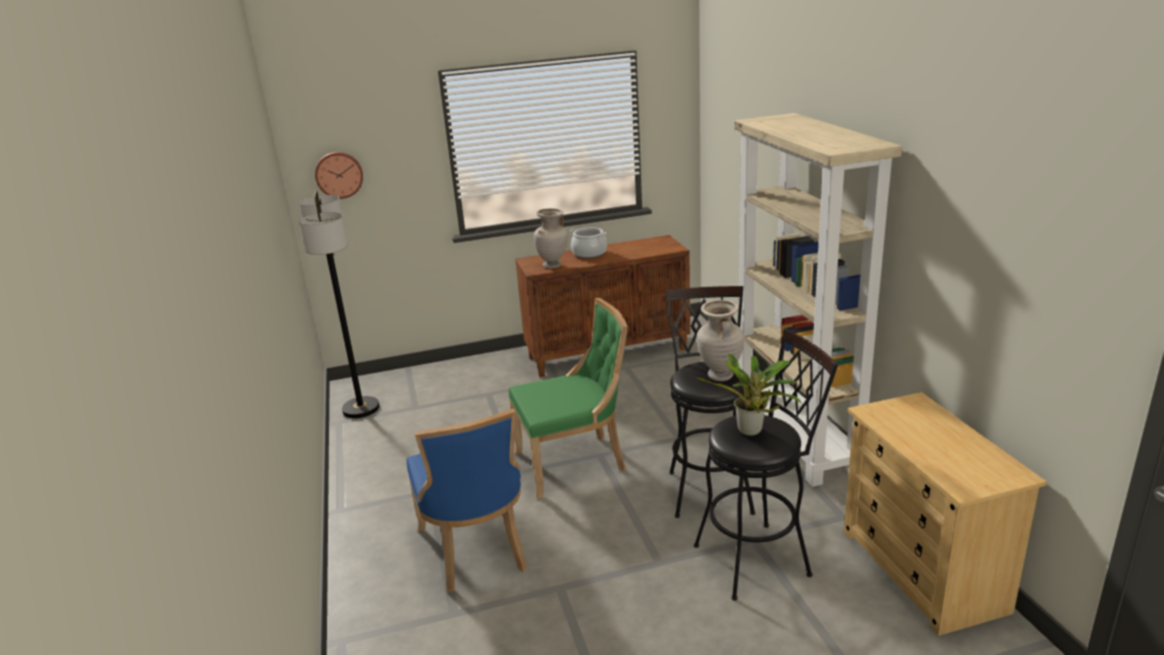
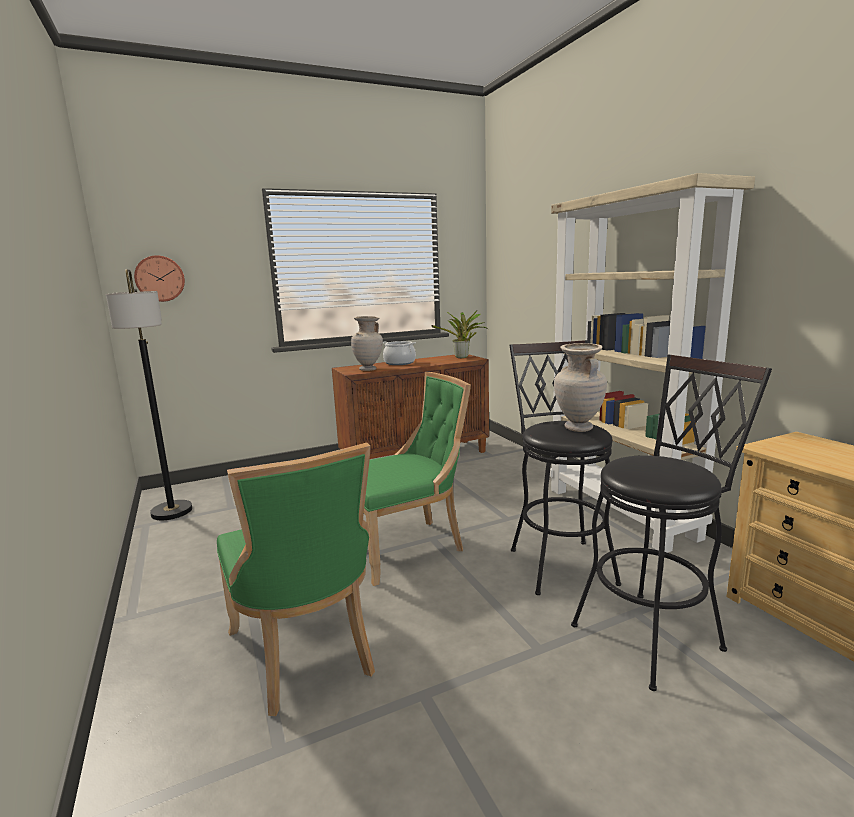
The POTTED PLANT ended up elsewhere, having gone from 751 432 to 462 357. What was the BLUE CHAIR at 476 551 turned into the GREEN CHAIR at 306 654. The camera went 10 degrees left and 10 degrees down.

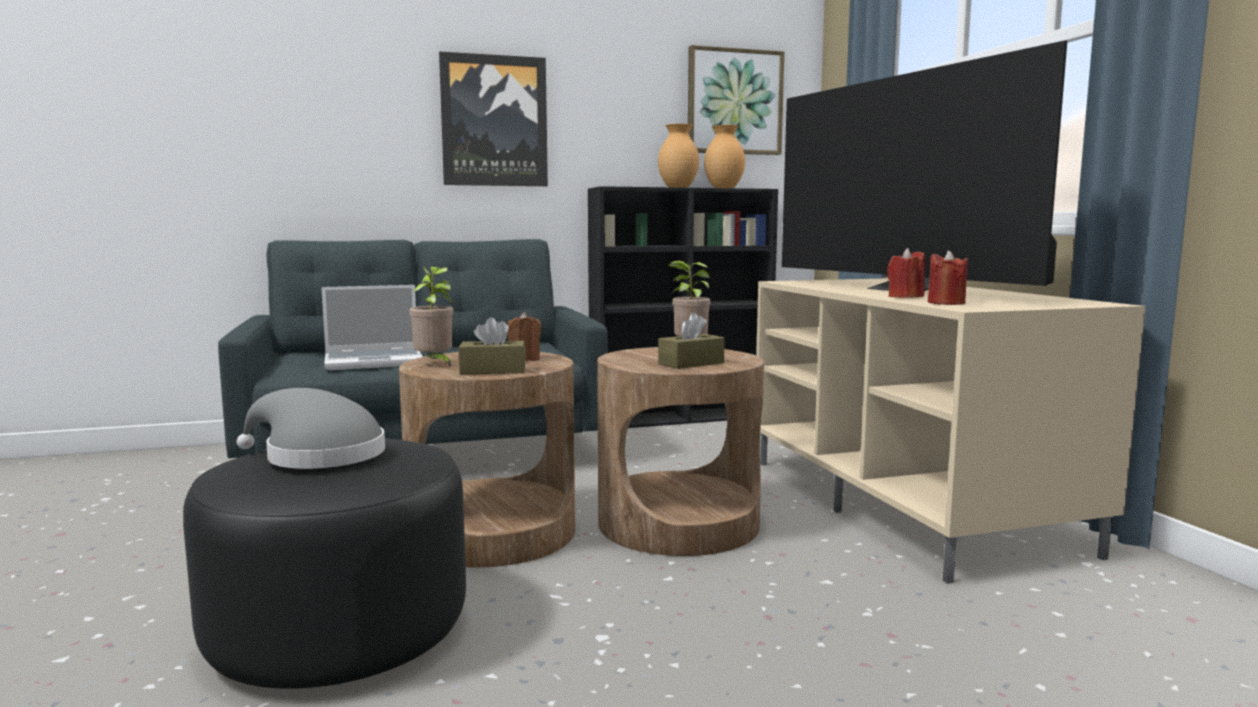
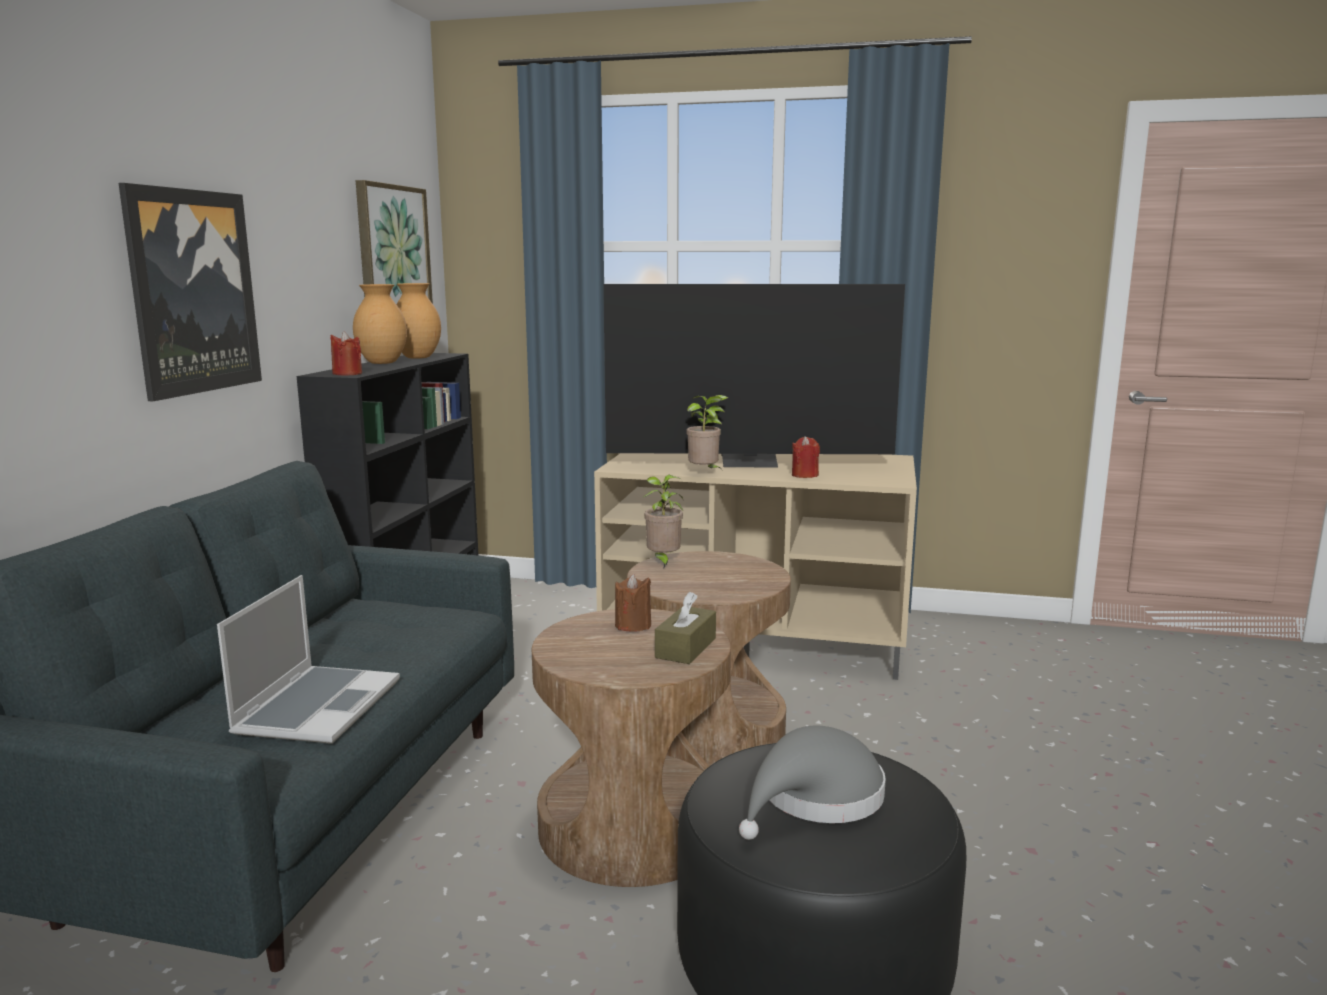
The RED CANDLE ended up elsewhere, having gone from 946 303 to 347 373. The POTTED PLANT ended up elsewhere, having gone from 435 364 to 705 473. The second view lost the BROWN TISSUE BOX at 691 363. The camera went 60 degrees left and 5 degrees up.

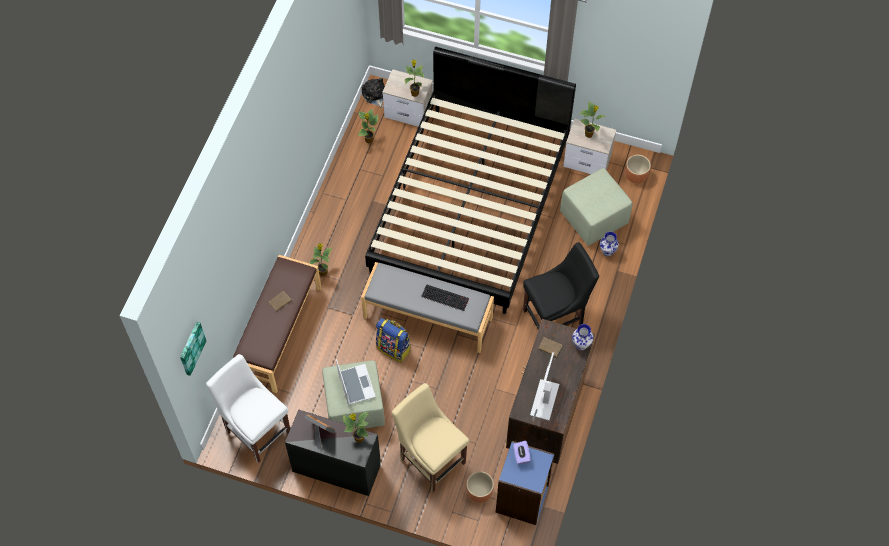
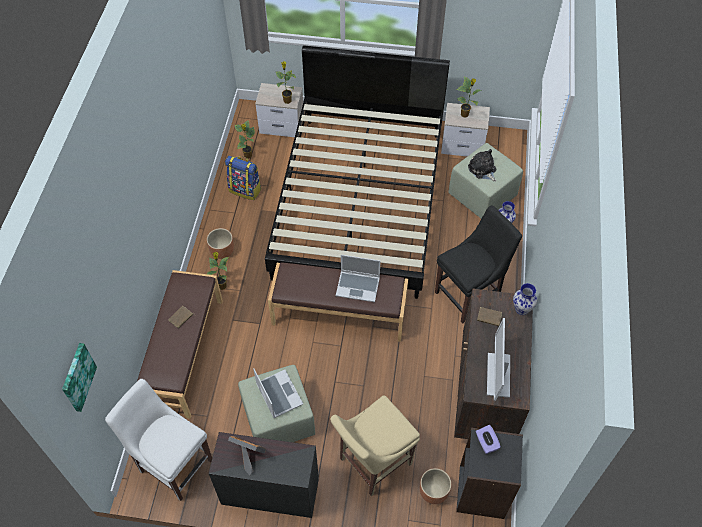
The PLUSH TOY ended up elsewhere, having gone from 374 95 to 482 170. The BROWN PLANTER ended up elsewhere, having gone from 635 176 to 222 251. What was the GREY BENCH at 428 317 turned into the BROWN BENCH at 339 314. Where the KEYBOARD stood at 445 297, the LAPTOP came to stand at 358 286. The BACKPACK ended up elsewhere, having gone from 394 348 to 245 190. The BEIGE CHAIR at 431 458 ended up facing another way, 75 degrees counterclockwise from before. The second view lost the POTTED PLANT at 358 438. What was the BLUE BOOKCASE at 522 499 turned into the BLACK BOOKCASE at 482 492. The camera went 10 degrees left and 5 degrees down.

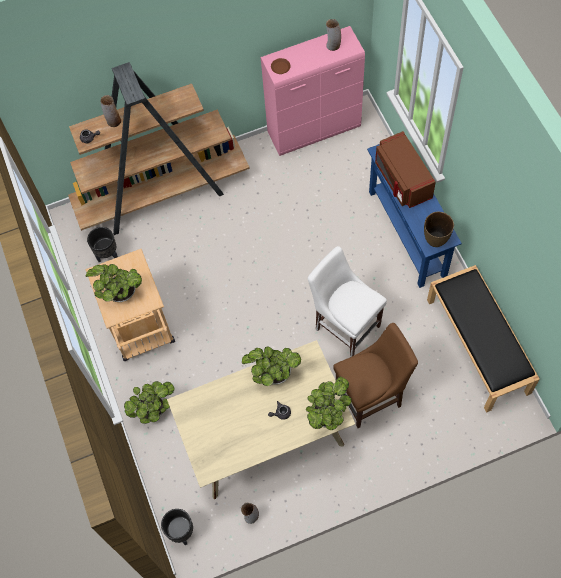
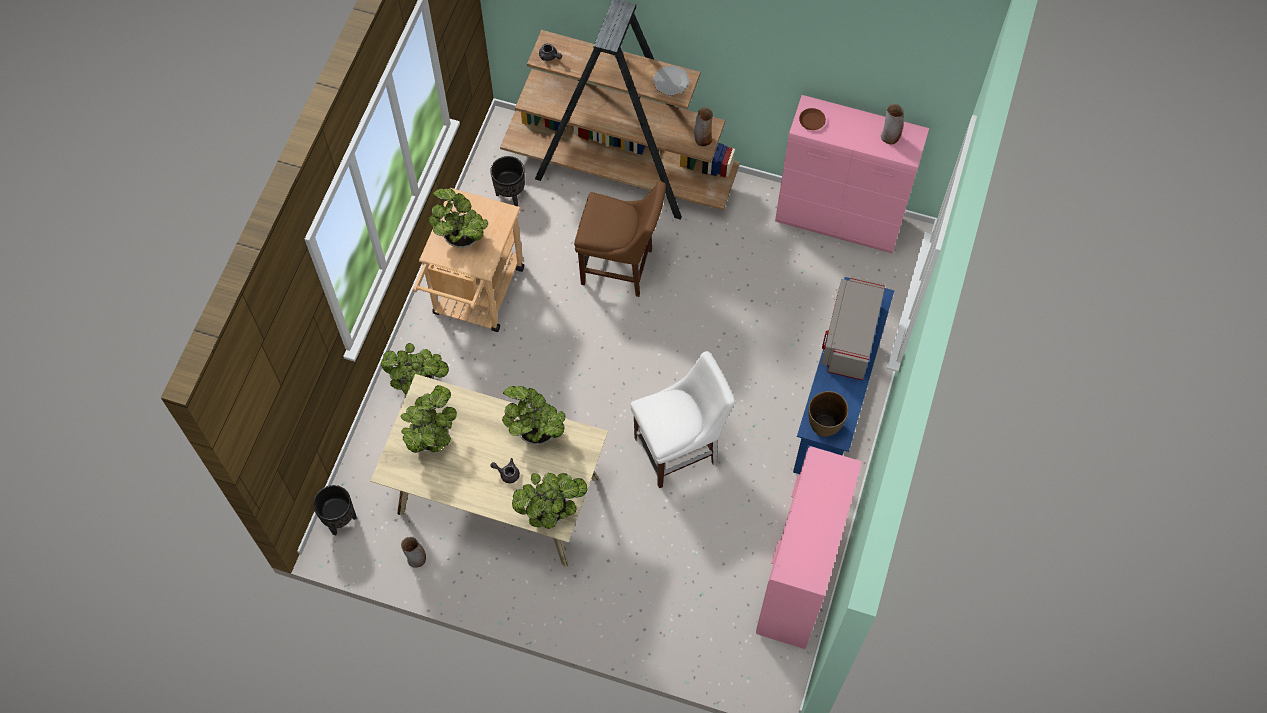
The VASE ended up elsewhere, having gone from 114 122 to 702 139. What was the BROWN MICROWAVE at 402 180 turned into the GREY MICROWAVE at 849 337. The WHITE CHAIR at 345 325 ended up facing another way, 75 degrees clockwise from before. Where the BLACK BENCH stood at 478 346, the PINK CABINET came to stand at 797 581. The BROWN CHAIR ended up elsewhere, having gone from 371 396 to 620 268. The second view gained the PLATE at 671 81. The second view gained the POTTED PLANT at 432 436. The camera went 35 degrees right and 0 degrees up.

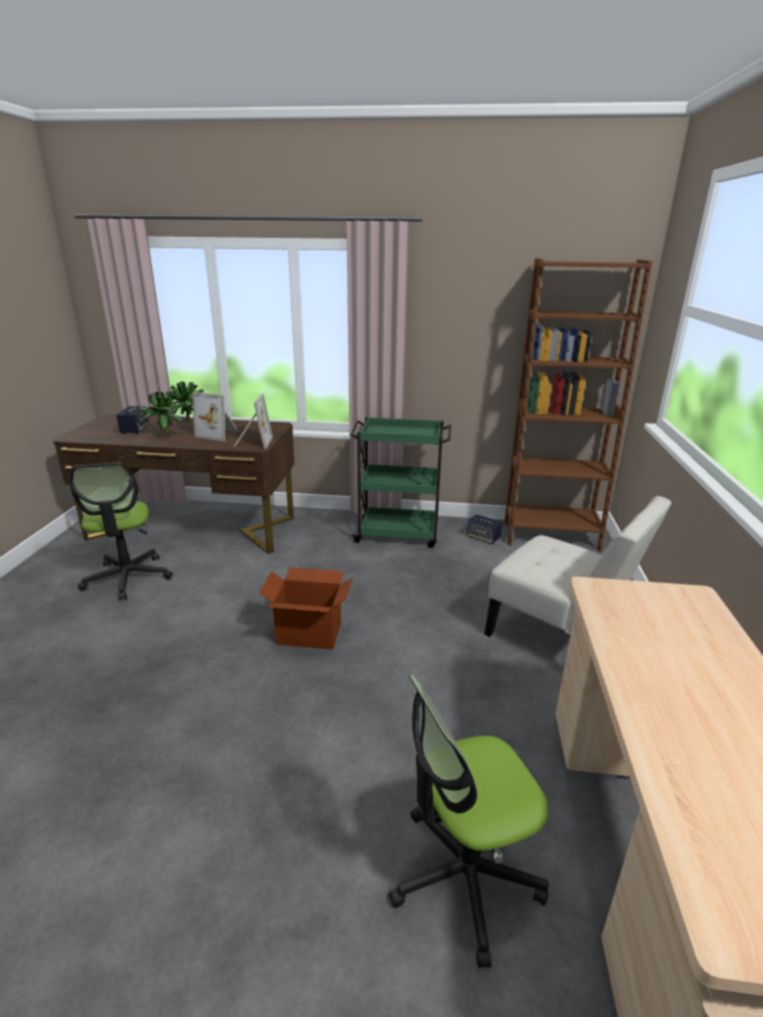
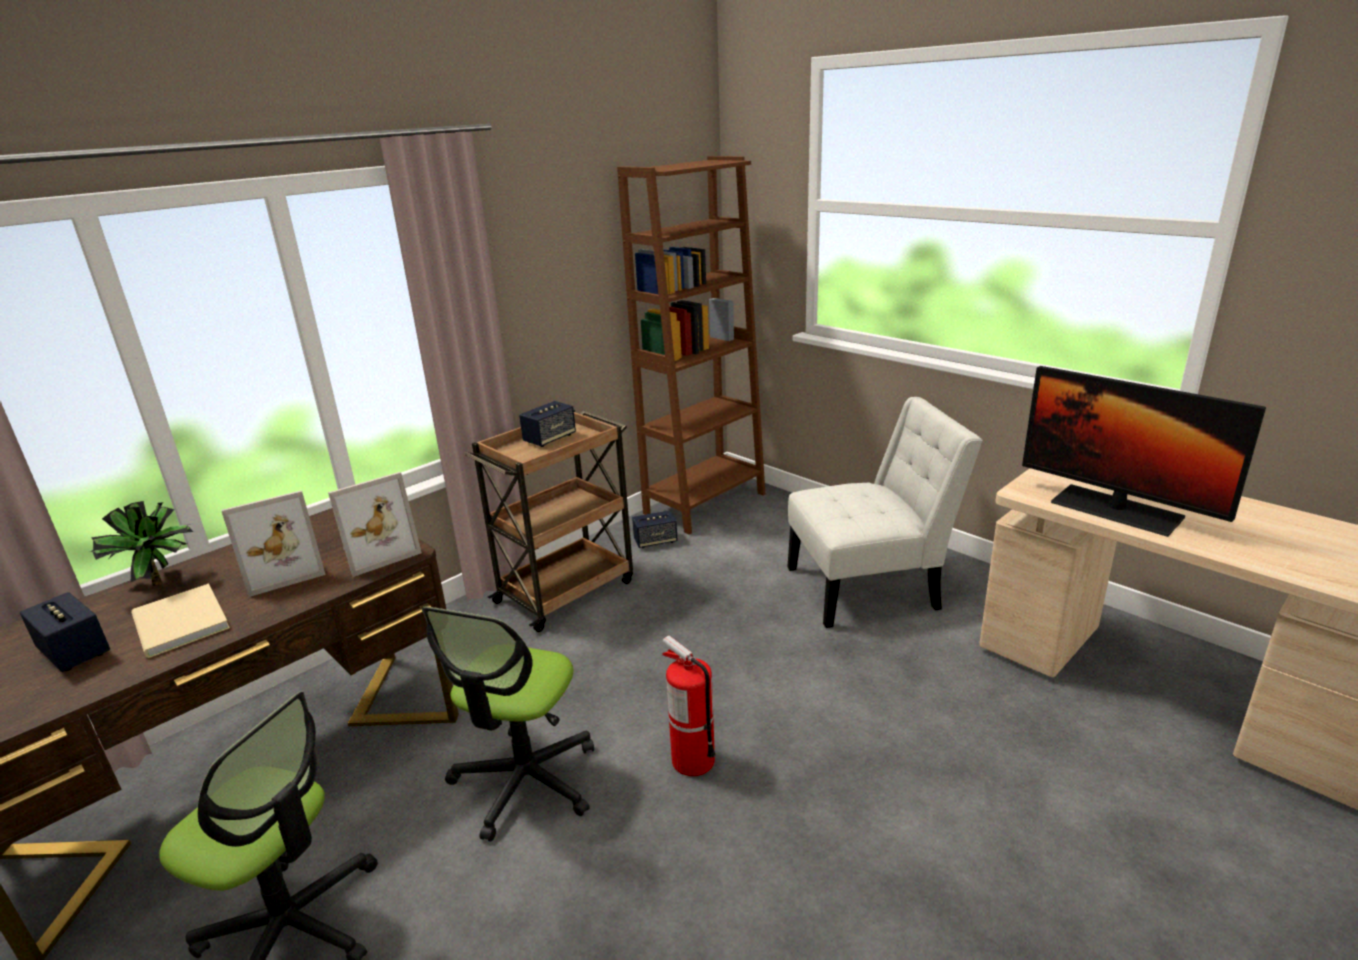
Where the POTTED PLANT stood at 164 435, the BEIGE BOOK came to stand at 178 625. The PICTURE FRAME at 252 442 ended up facing another way, 105 degrees clockwise from before. What was the GREEN CART at 399 534 turned into the BROWN CART at 567 590. Where the CARDBOARD BOX stood at 309 633, the FIRE EXTINGUISHER came to stand at 692 760. The OFFICE CHAIR ended up elsewhere, having gone from 464 876 to 525 781. The second view gained the MONITOR at 1116 510. The second view gained the SPEAKER at 550 439. The camera went 50 degrees left and 0 degrees up.

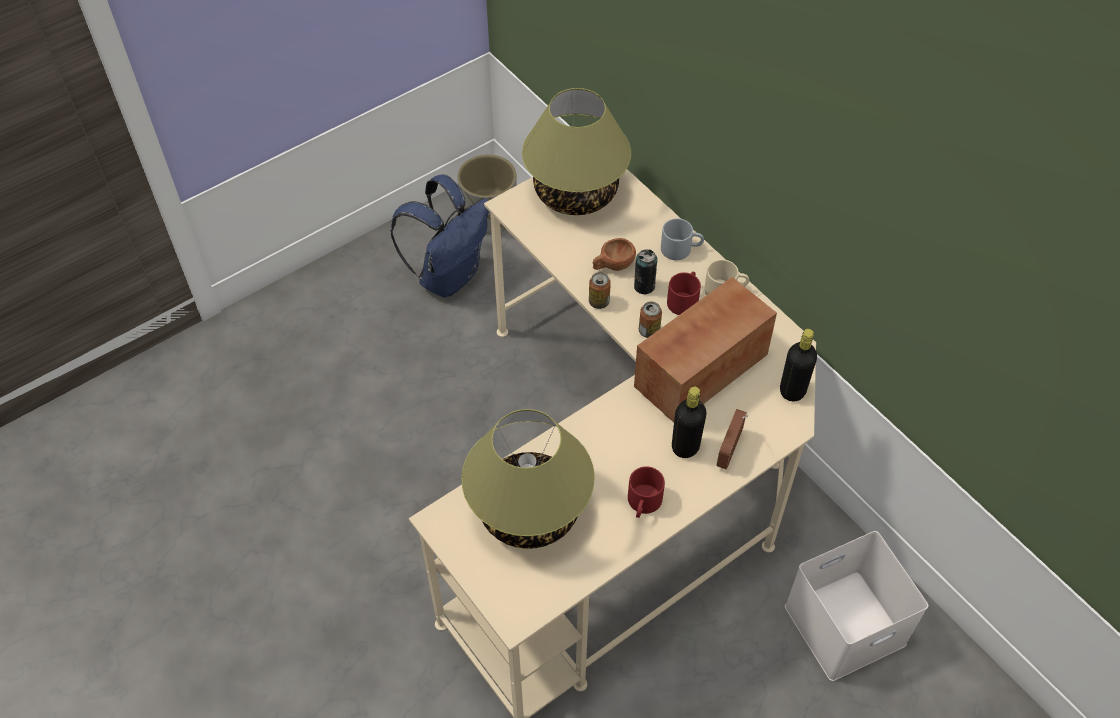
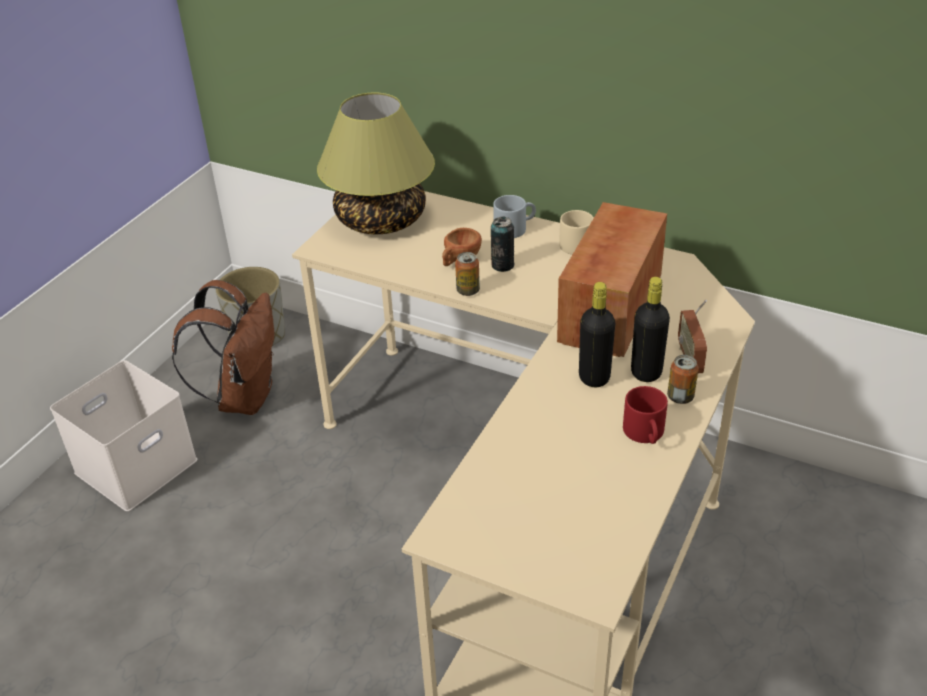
What was the BLUE BACKPACK at 449 275 turned into the BROWN BACKPACK at 244 396. The second view lost the RED MUG at 684 299. The CAN ended up elsewhere, having gone from 649 331 to 680 397. The BLACK BOTTLE ended up elsewhere, having gone from 792 391 to 594 377. The second view lost the TABLE LAMP at 529 510. The WHITE STORAGE BOX ended up elsewhere, having gone from 845 622 to 136 464. The camera went 25 degrees left and 15 degrees down.

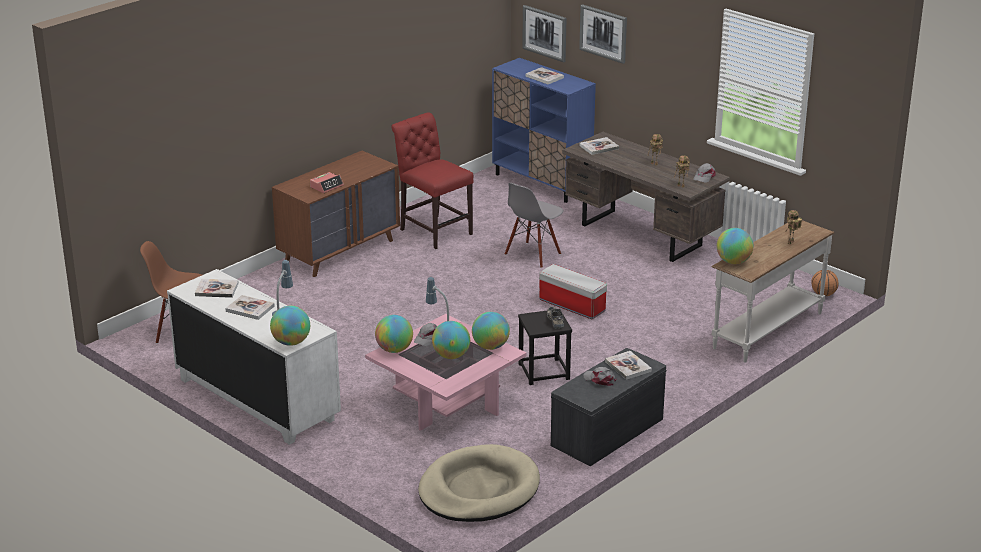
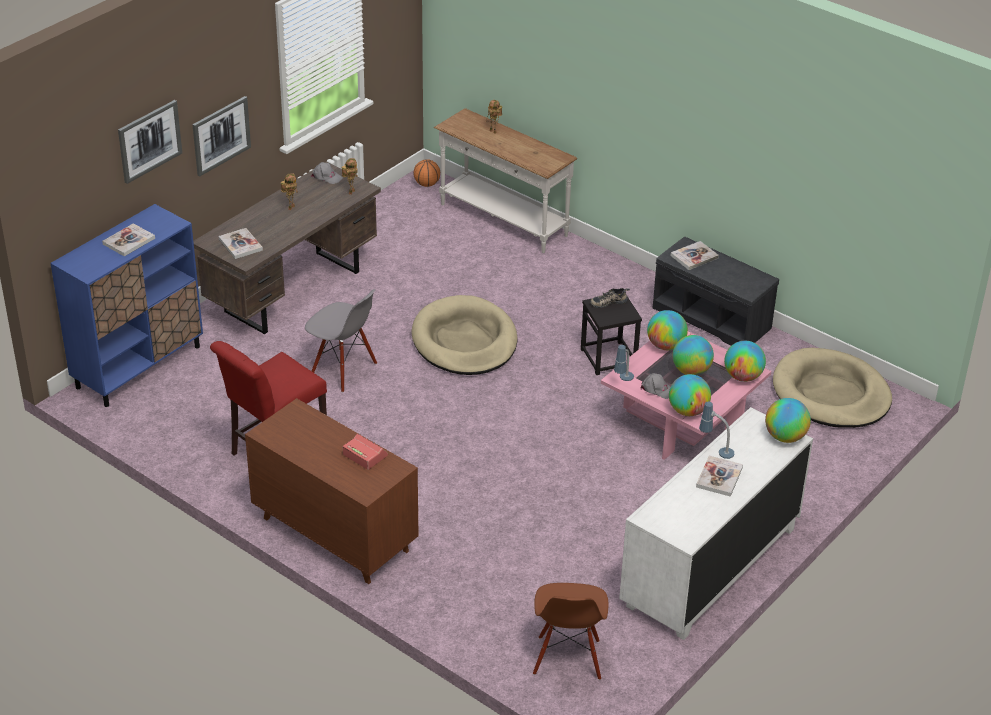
The PICTURE ended up elsewhere, having gone from 545 33 to 221 135. The GLOBE ended up elsewhere, having gone from 733 262 to 742 377. Where the STORAGE BOX stood at 571 305, the BEIGE DOG BED came to stand at 464 341. The second view lost the BOOK at 217 289. The second view lost the GREY CAP at 600 379. The camera went 95 degrees left and 10 degrees up.

